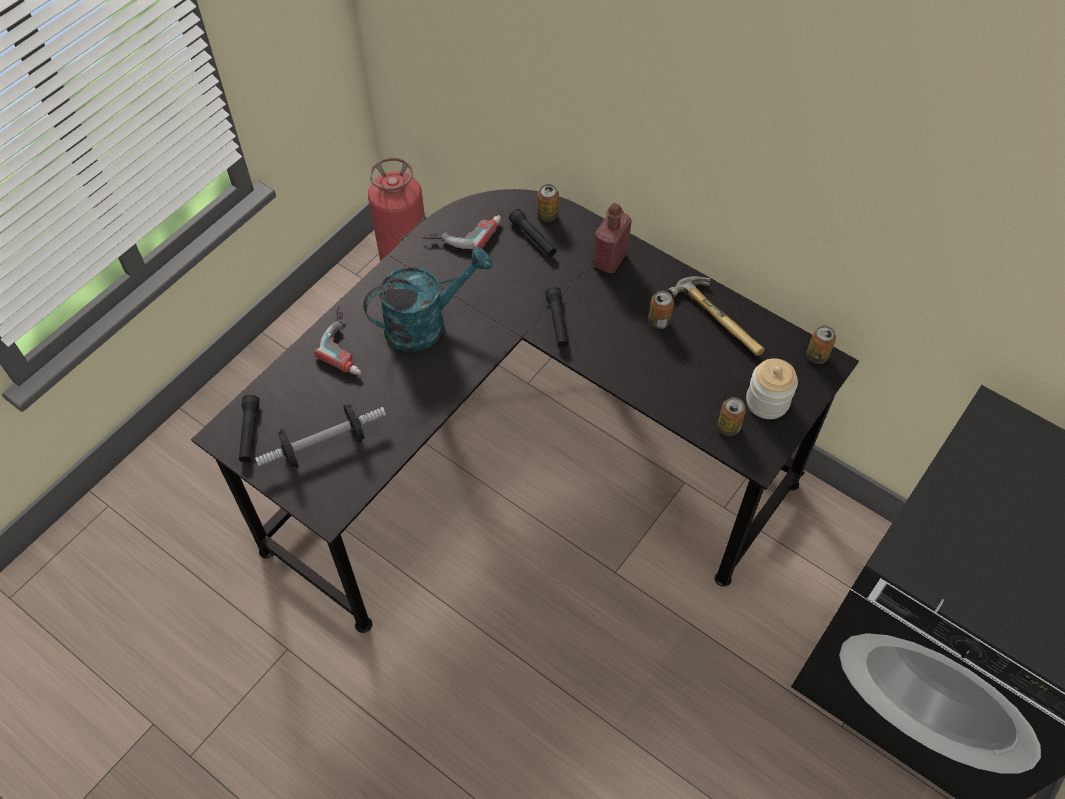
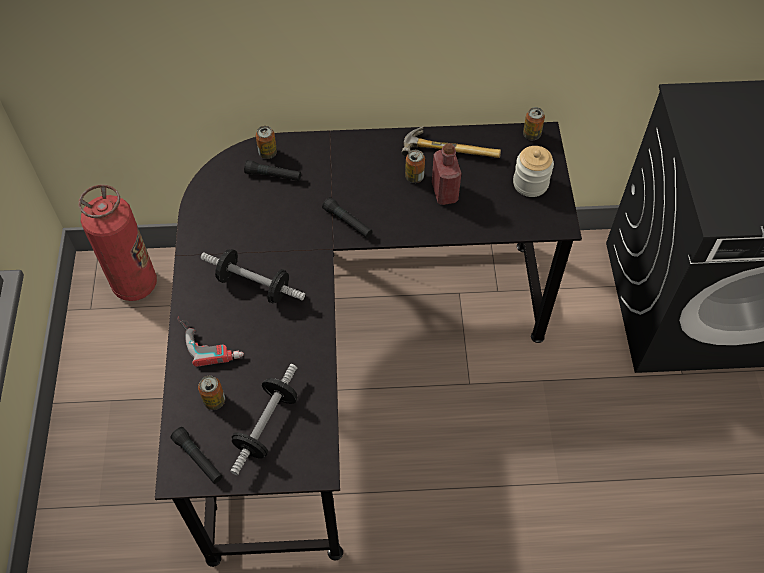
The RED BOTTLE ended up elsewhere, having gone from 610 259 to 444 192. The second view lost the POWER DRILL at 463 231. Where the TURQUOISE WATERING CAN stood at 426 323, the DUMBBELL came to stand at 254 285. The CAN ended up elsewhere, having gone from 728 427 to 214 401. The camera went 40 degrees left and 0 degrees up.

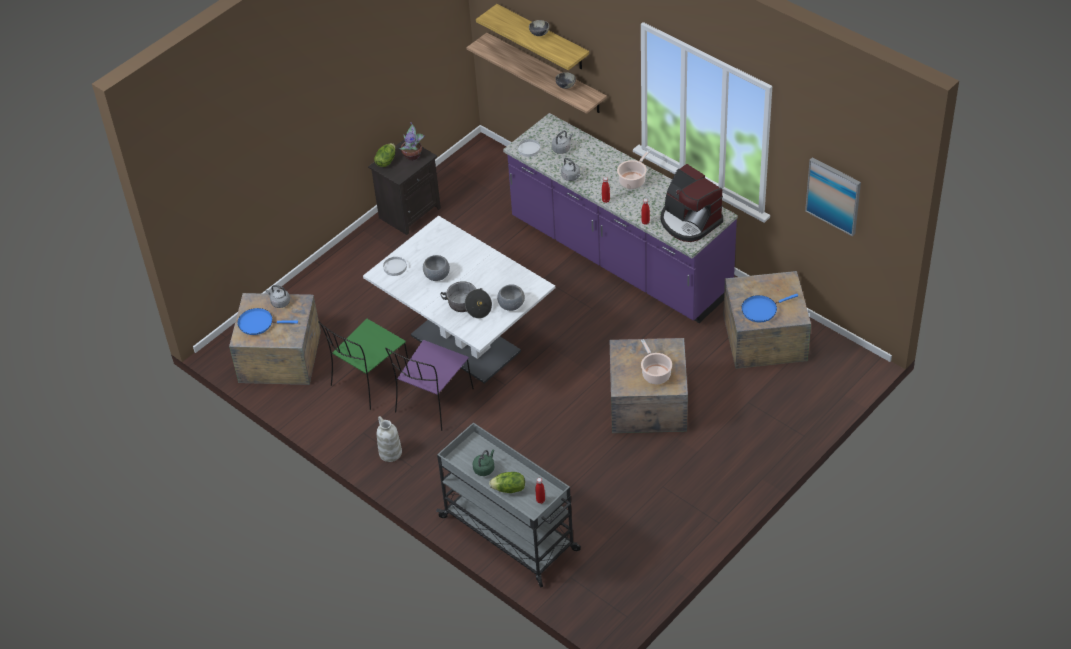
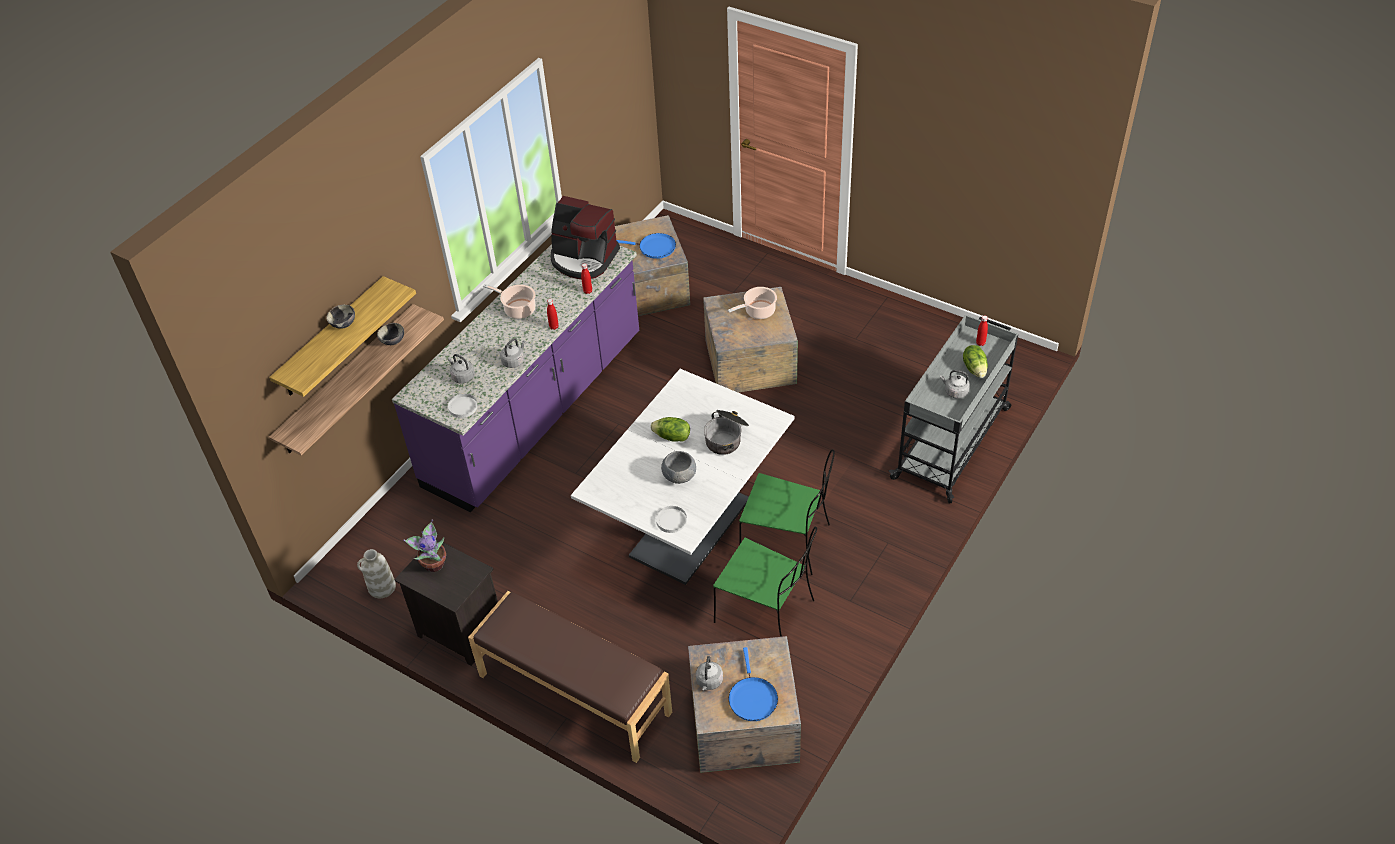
The LETTUCE ended up elsewhere, having gone from 386 161 to 672 437. The second view lost the PICTURE at 833 195. The COFFEE MACHINE at 689 221 ended up facing another way, 75 degrees clockwise from before. The second view lost the GREY BOWL at 511 305. The BLUE FRYING PAN at 761 309 ended up facing another way, 45 degrees counterclockwise from before. What was the PURPLE CHAIR at 433 402 turned into the GREEN CHAIR at 787 542. The WHITE VASE ended up elsewhere, having gone from 390 453 to 382 588. What was the GREEN KETTLE at 484 468 turned into the GREY KETTLE at 955 392. The second view gained the BROWN BENCH at 573 695. The camera went 100 degrees left and 0 degrees up.

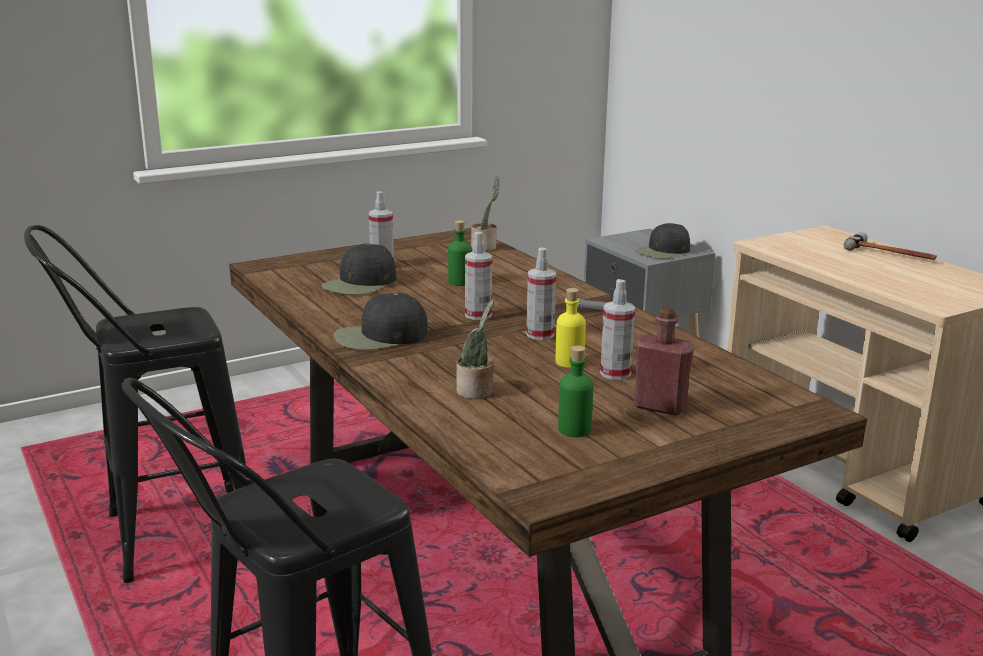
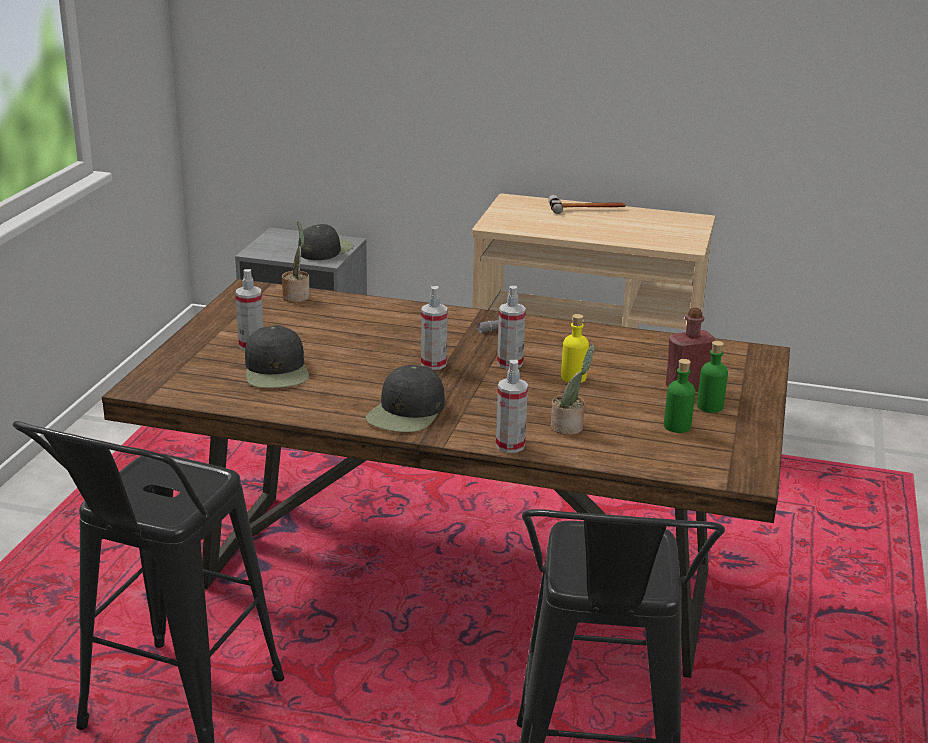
The GREEN BOTTLE ended up elsewhere, having gone from 460 282 to 710 406. The BLACK CAP at 663 251 ended up facing another way, 150 degrees counterclockwise from before. The SPRAY BOTTLE ended up elsewhere, having gone from 615 373 to 510 445. The camera went 45 degrees left and 5 degrees up.

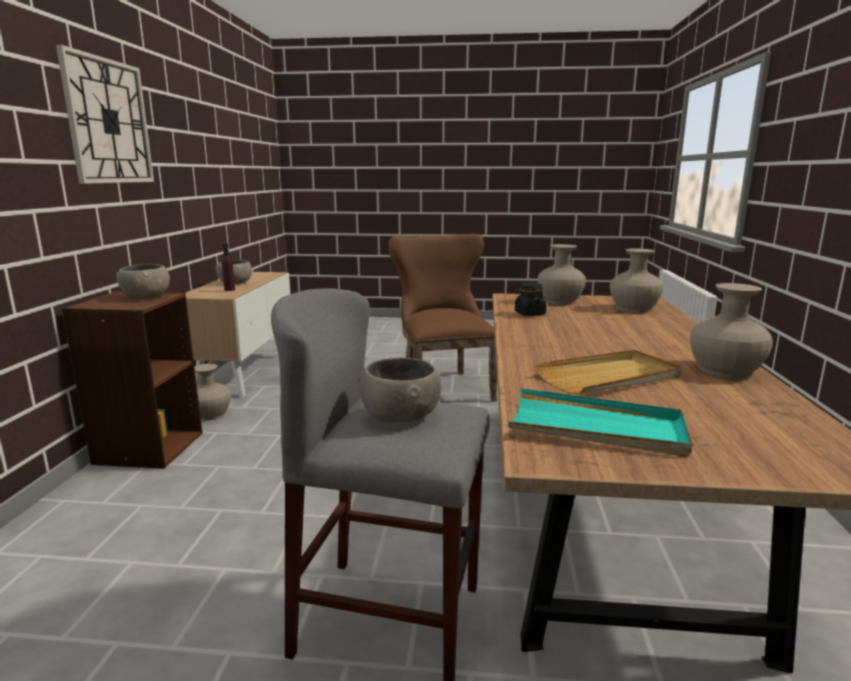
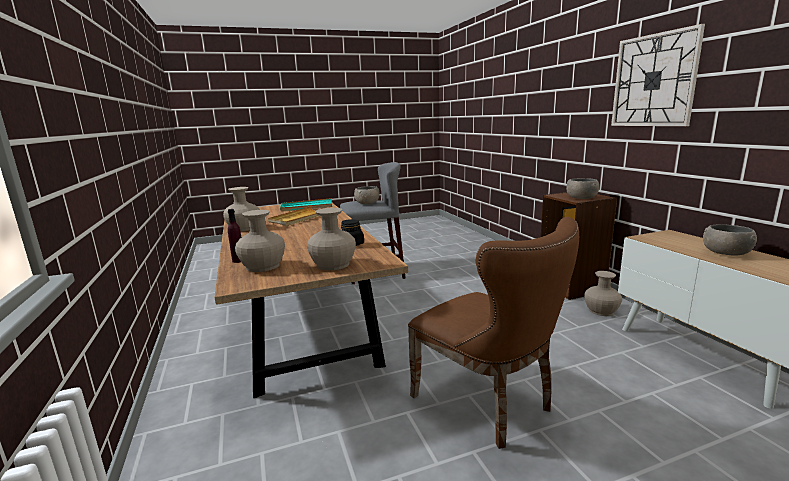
The PURPLE BOTTLE ended up elsewhere, having gone from 229 290 to 238 260. The camera went 155 degrees right and 0 degrees up.

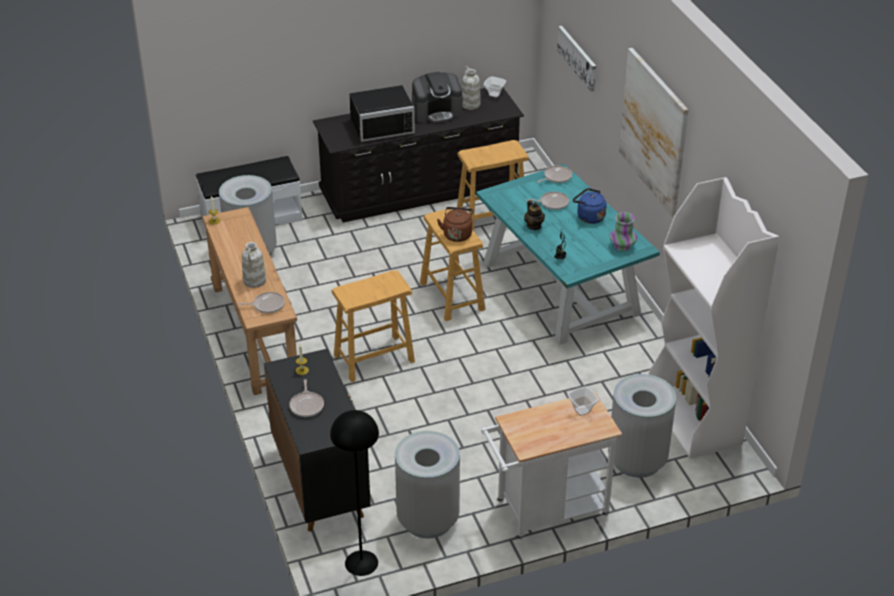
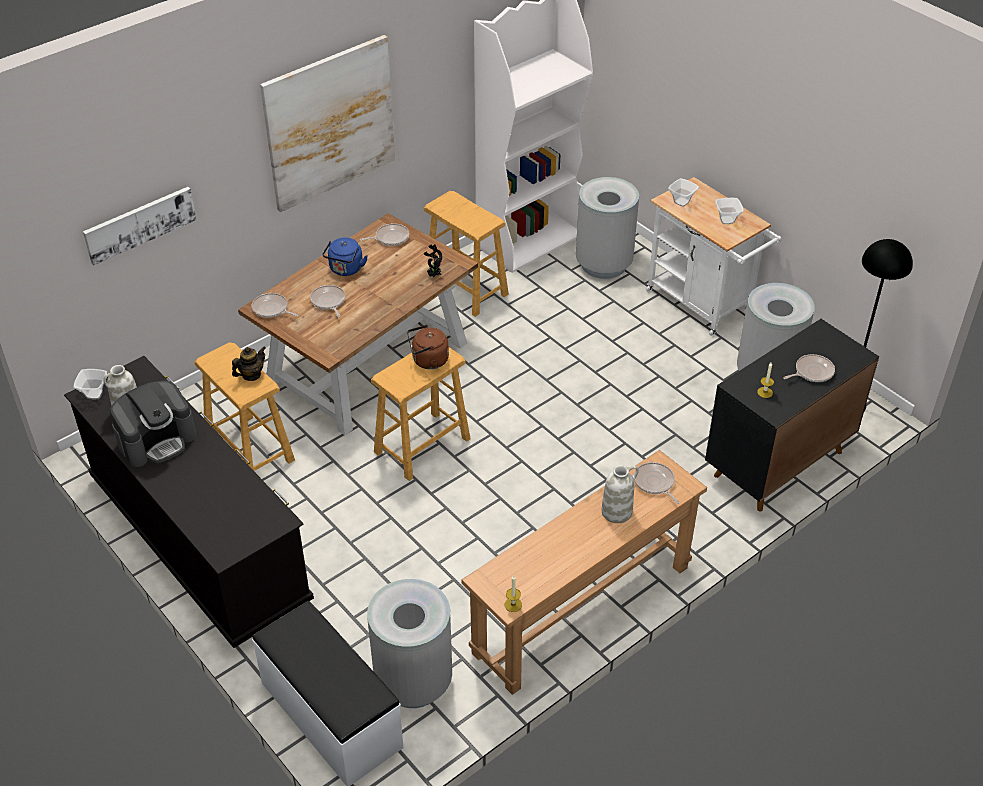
The COFFEE MACHINE at 437 112 ended up facing another way, 90 degrees clockwise from before. The second view lost the BLACK MICROWAVE at 381 125. What was the TURQUOISE DINING TABLE at 560 287 turned into the BROWN DINING TABLE at 367 362. The TEAPOT ended up elsewhere, having gone from 534 226 to 251 375. Where the VASE stood at 622 246, the FRYING PAN came to stand at 390 238. The BEIGE STOOL ended up elsewhere, having gone from 373 358 to 466 289. The second view gained the BOWL at 726 220. The camera went 110 degrees left and 5 degrees up.

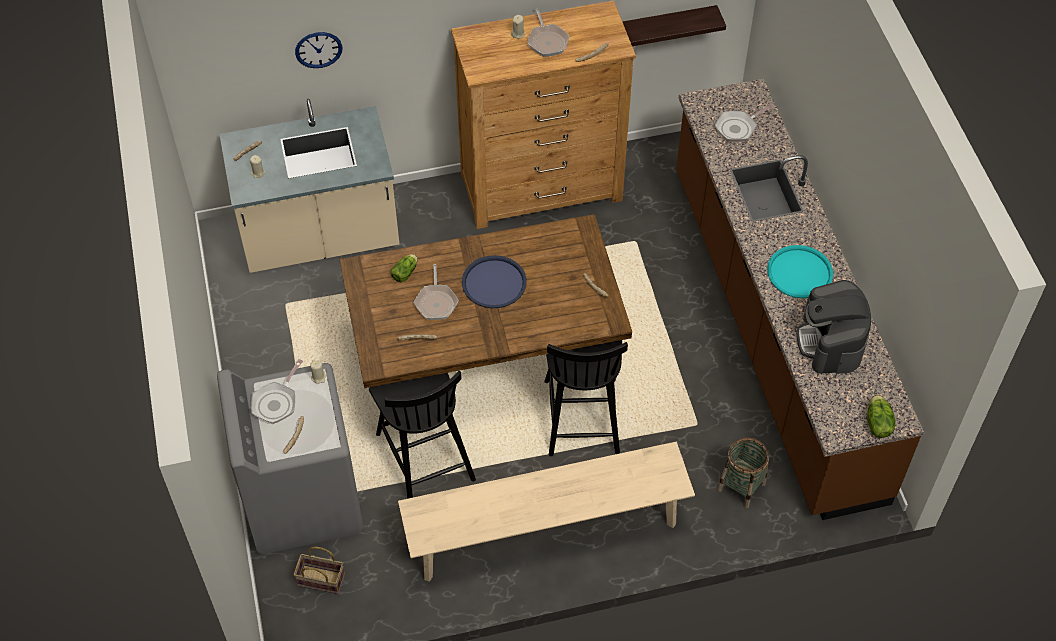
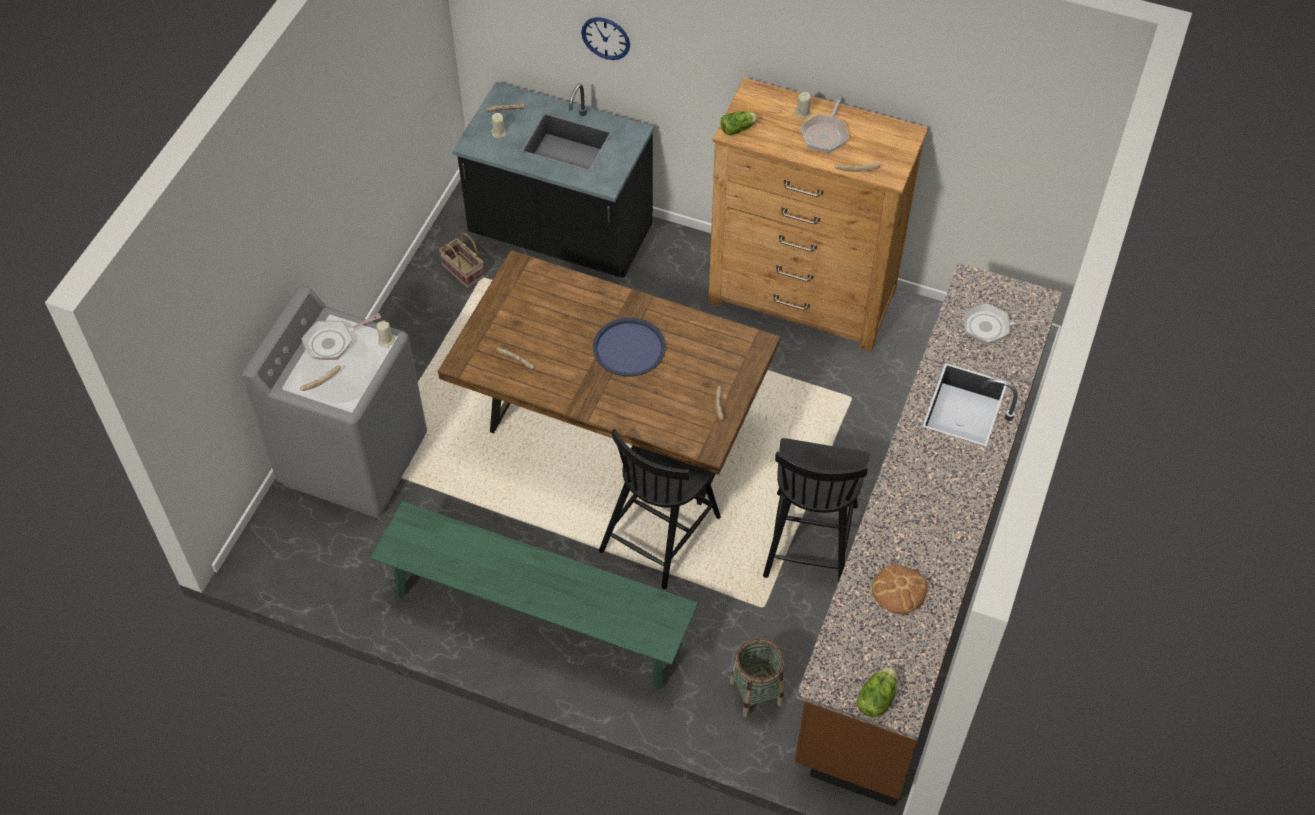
The second view lost the SHELF at 666 26. What was the BEIGE COUNTER at 320 238 turned into the BLACK COUNTER at 560 234. The second view lost the TURQUOISE TRAY at 799 273. The LETTUCE ended up elsewhere, having gone from 406 272 to 739 128. The second view lost the FRYING PAN at 436 302. Where the COFFEE MACHINE stood at 830 342, the BREAD came to stand at 899 590. The BLACK CHAIR ended up elsewhere, having gone from 425 454 to 810 538. What was the BEIGE BENCH at 545 532 turned into the GREEN BENCH at 537 619. The BASKET ended up elsewhere, having gone from 319 580 to 462 271. The camera went 35 degrees right and 0 degrees up.

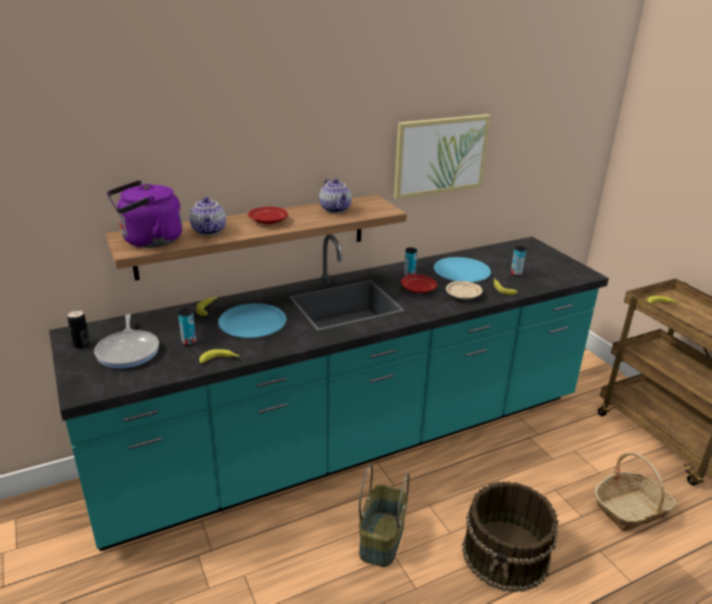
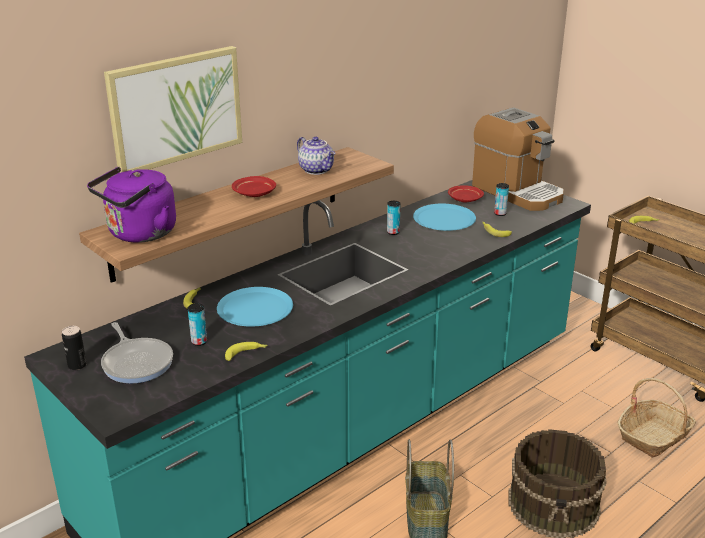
The PICTURE ended up elsewhere, having gone from 440 155 to 176 109. The second view lost the TEAPOT at 209 231. The RED PLATE ended up elsewhere, having gone from 417 289 to 464 199. The second view lost the BEIGE PLATE at 463 295. The second view gained the COFFEE MACHINE at 517 192. The camera went 15 degrees left and 0 degrees up.

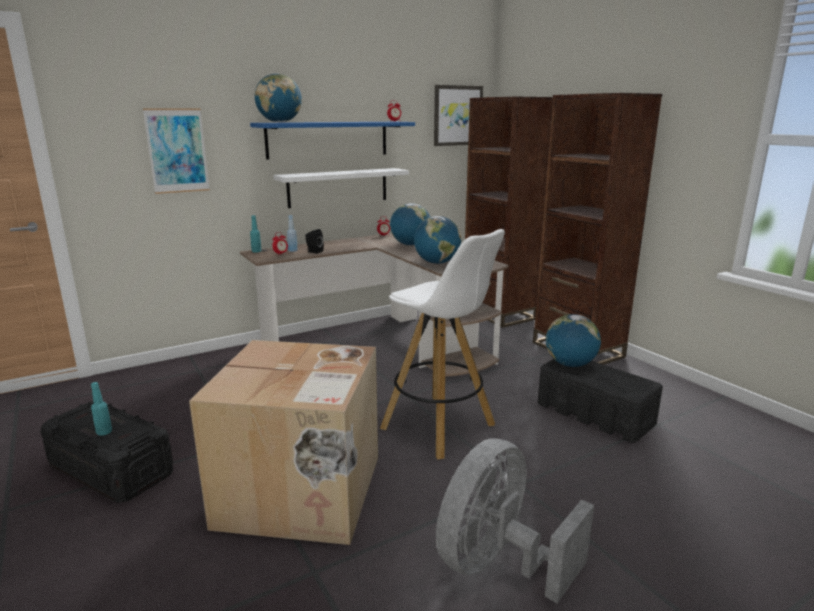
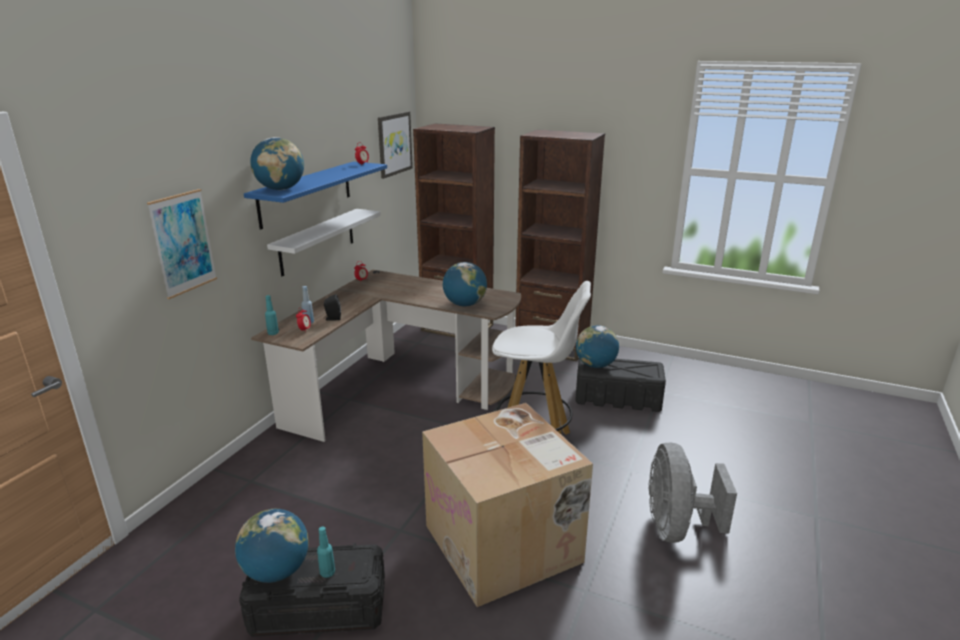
The GLOBE ended up elsewhere, having gone from 410 245 to 276 571. The camera went 35 degrees left and 5 degrees up.

